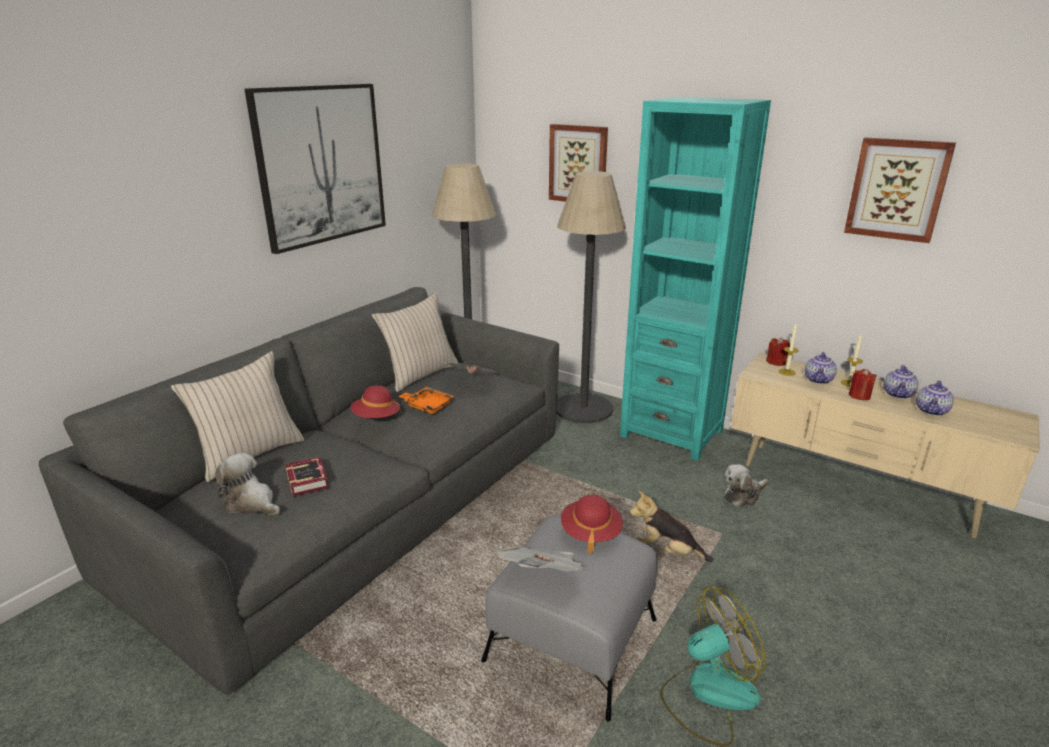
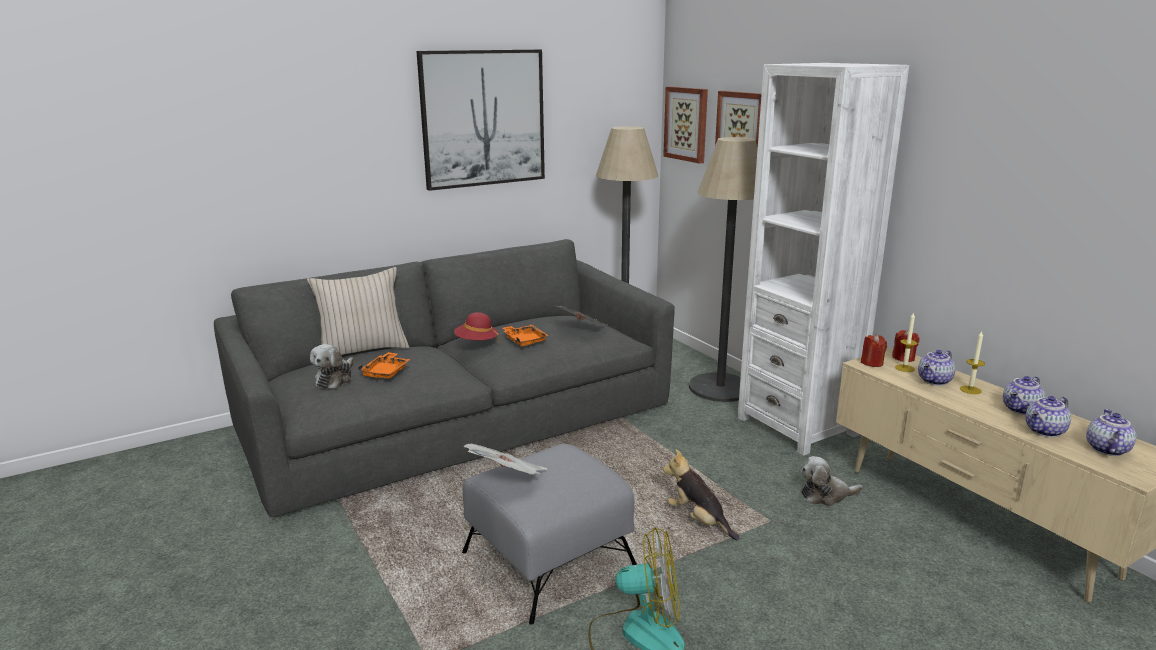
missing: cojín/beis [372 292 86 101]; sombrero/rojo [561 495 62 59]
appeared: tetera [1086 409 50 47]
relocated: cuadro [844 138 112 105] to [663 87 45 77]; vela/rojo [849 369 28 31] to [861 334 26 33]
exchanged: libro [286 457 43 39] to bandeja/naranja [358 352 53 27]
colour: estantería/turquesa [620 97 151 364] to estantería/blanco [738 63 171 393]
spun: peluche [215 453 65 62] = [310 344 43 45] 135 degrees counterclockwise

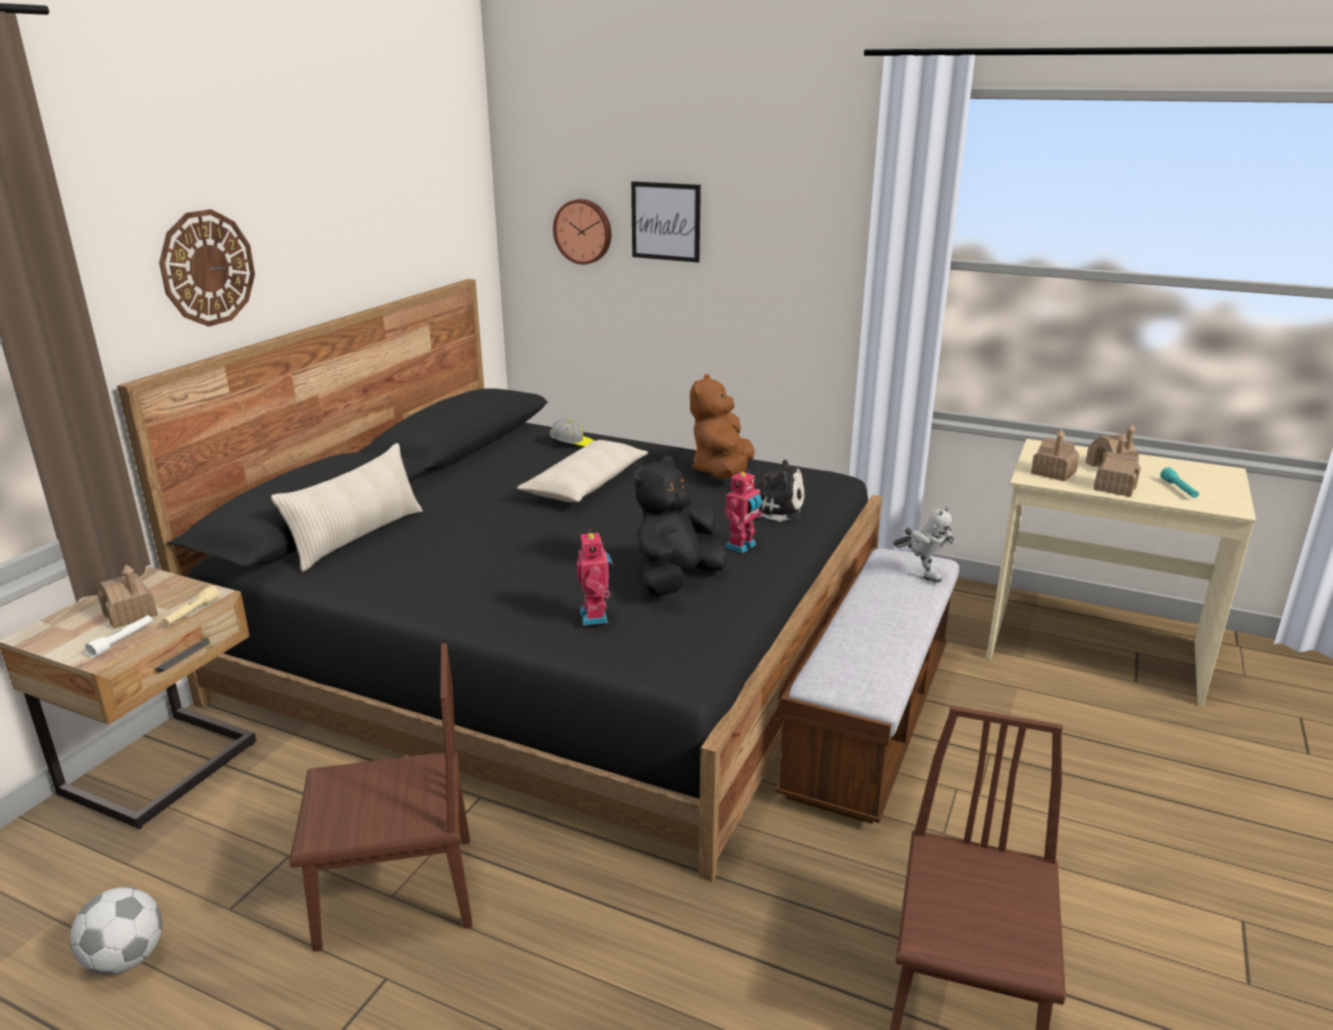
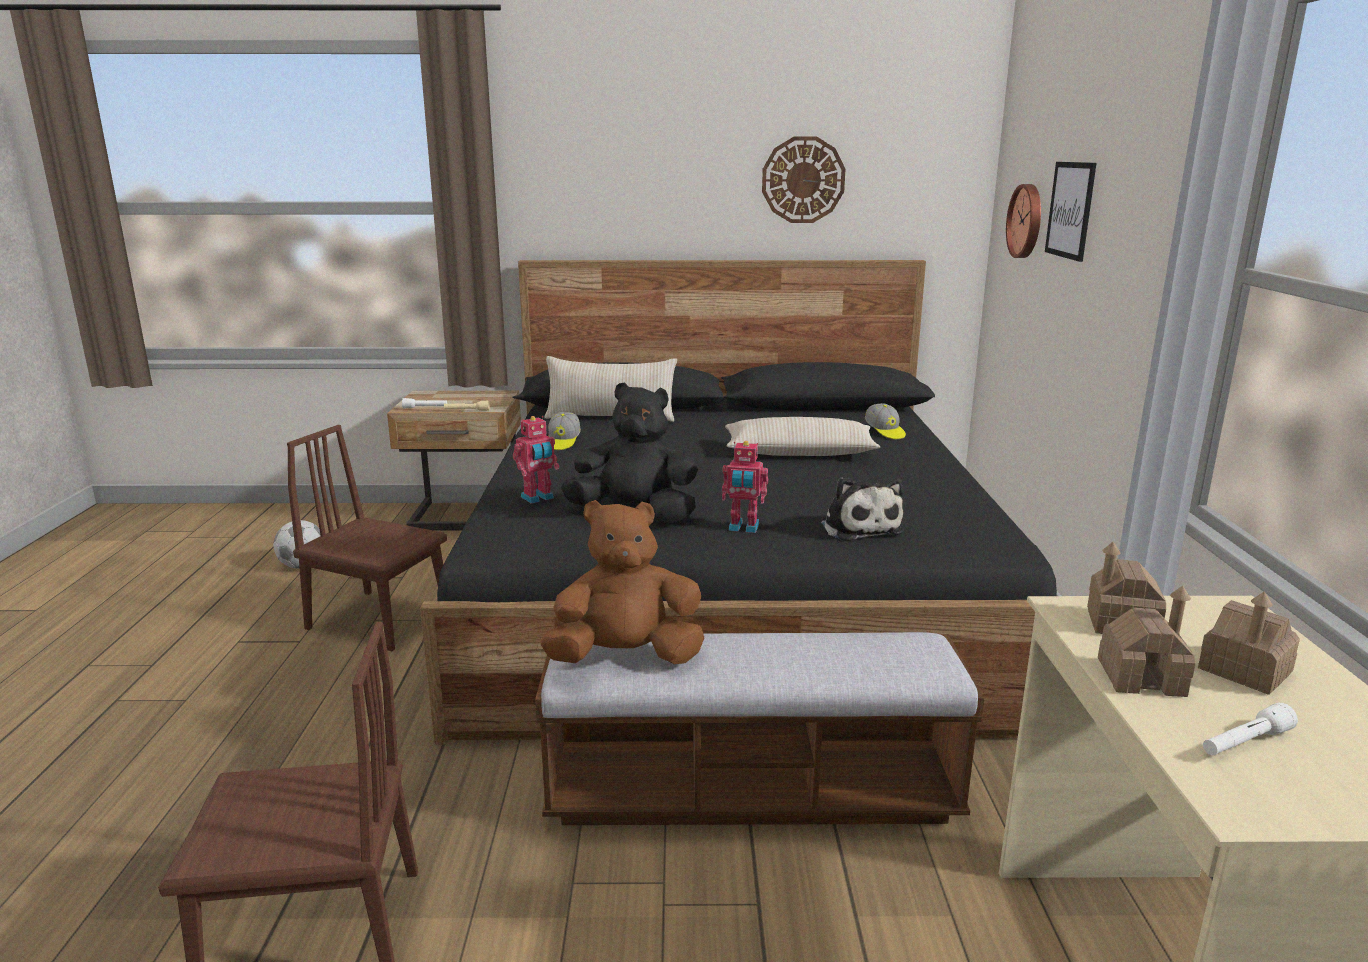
missing: casita [97 565 61 64]; robot de juguete [893 506 63 77]
appeared: gorra [548 412 33 38]
relocated: reloj de pared [159 209 96 118] to [762 136 83 87]; peluche/marrón [690 374 65 105] to [540 500 164 164]
colour: linterna/turquesa [1160 467 39 31] to linterna/blanco [1203 703 95 52]
spun: silla/marrón [289 643 183 309] = [287 425 160 226] 150 degrees clockwise

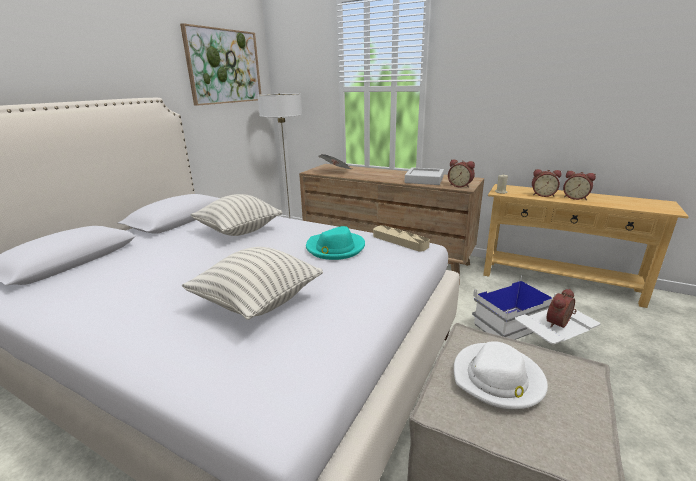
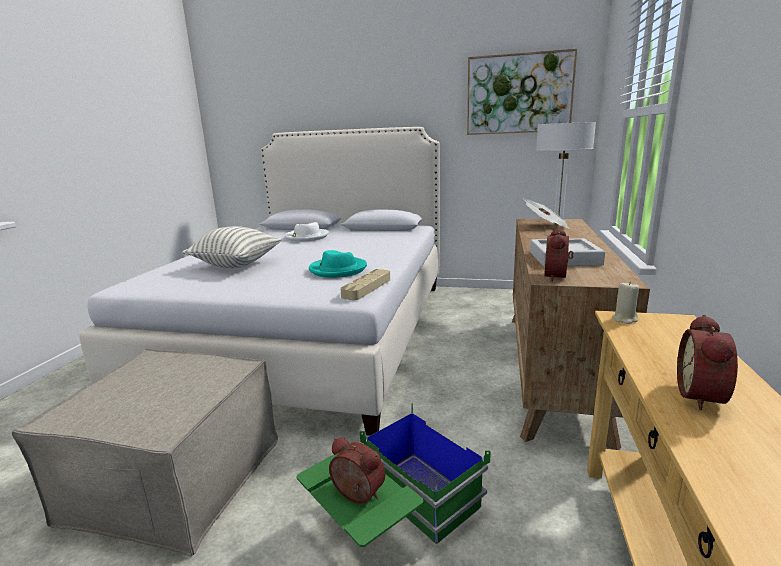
missing: cojín [191 194 91 42]; despertador [532 169 30 28]
relocated: sombrero/blanco [454 341 94 68] to [285 222 44 20]
colour: caja de almacenaje/blanco [472 275 128 69] to caja de almacenaje/verde [297 403 194 144]

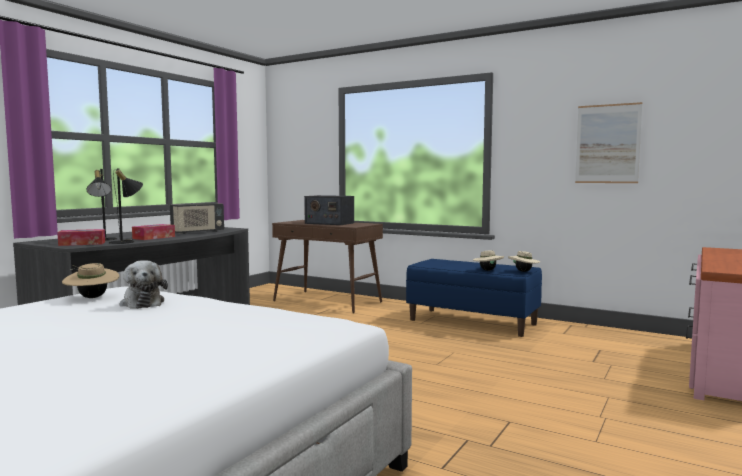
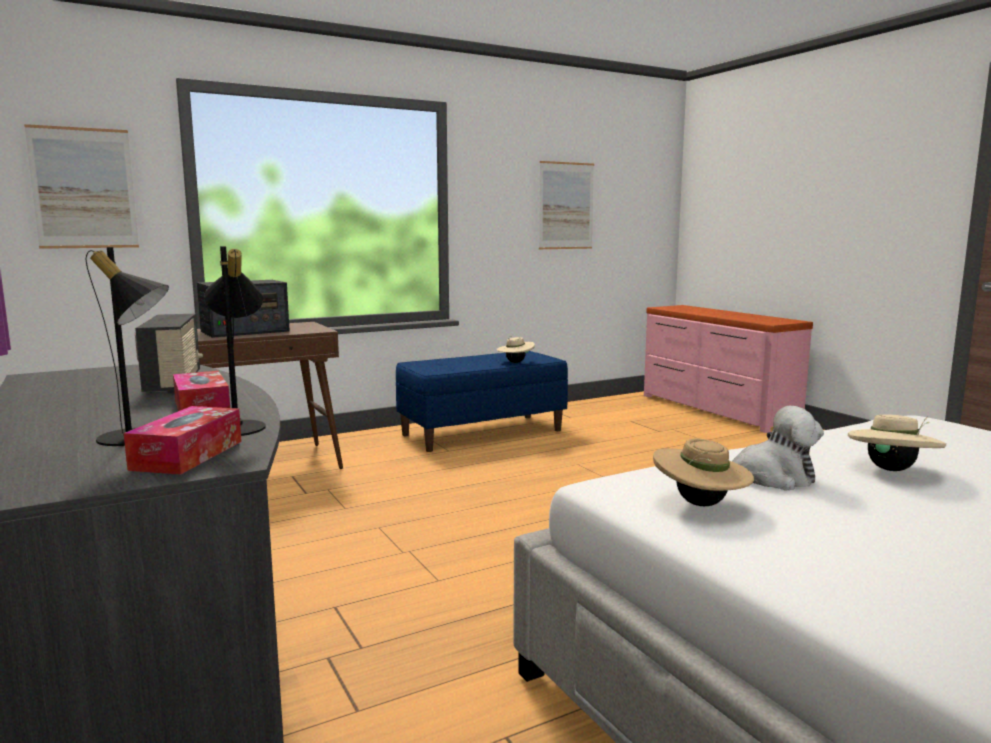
appeared: cuadro [24 124 115 125]
relocated: sombrero/beis [508 251 32 21] to [848 414 98 57]

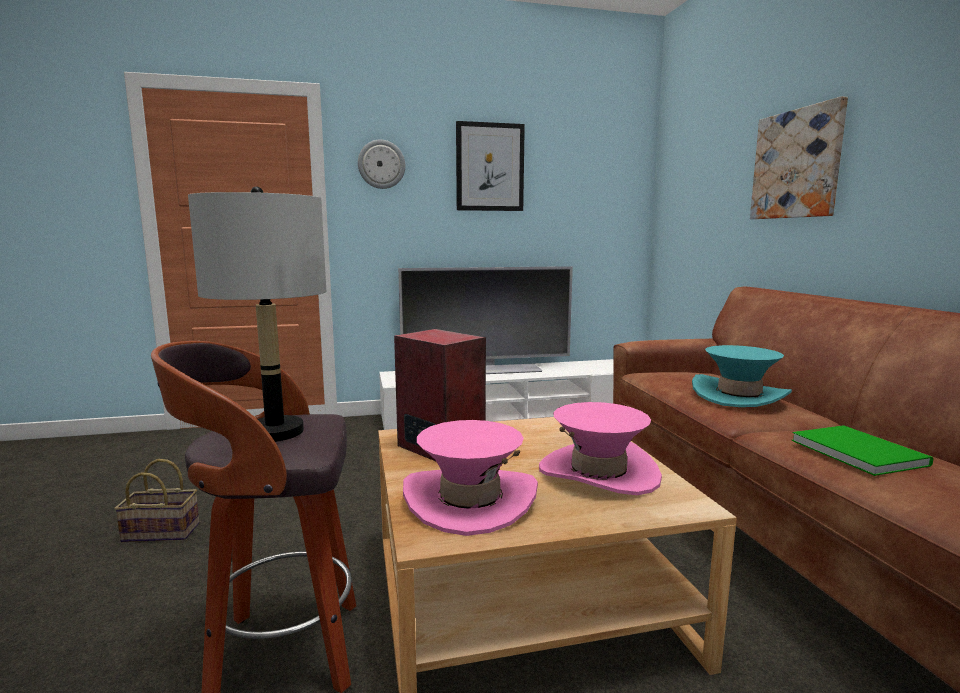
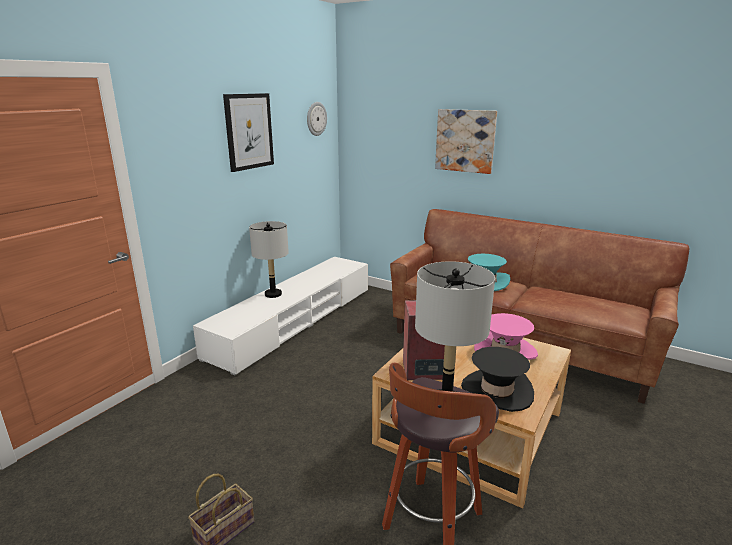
missing: libro/verde [792 425 141 51]
relocated: reloj de pared [358 139 47 50] to [307 102 20 34]
exchanged: televisor [398 266 175 108] to lámpara de mesa/gris [249 221 40 77]
colour: sombrero/rosa [403 420 135 116] to sombrero/negro [461 347 73 65]

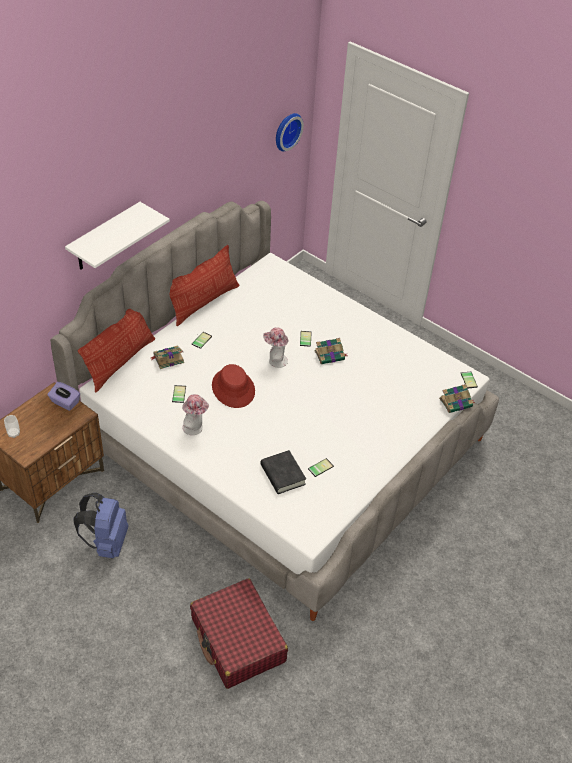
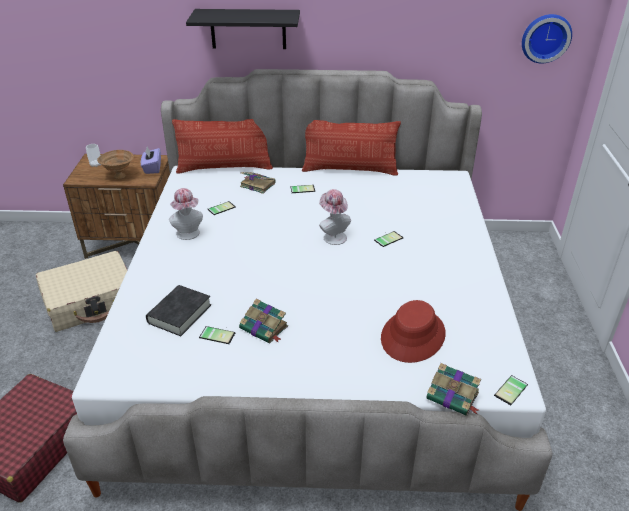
appeared: cuenco/marrón [97 150 37 30]
relocated: sombrero/rojo [212 364 43 44] to [381 300 65 63]; libro [315 338 32 26] to [239 298 49 45]
exchanged: mochila/azul [74 493 54 65] to maleta/beis [36 251 91 81]
colour: estante/blanco [65 202 105 68] to estante/negro [186 9 114 40]

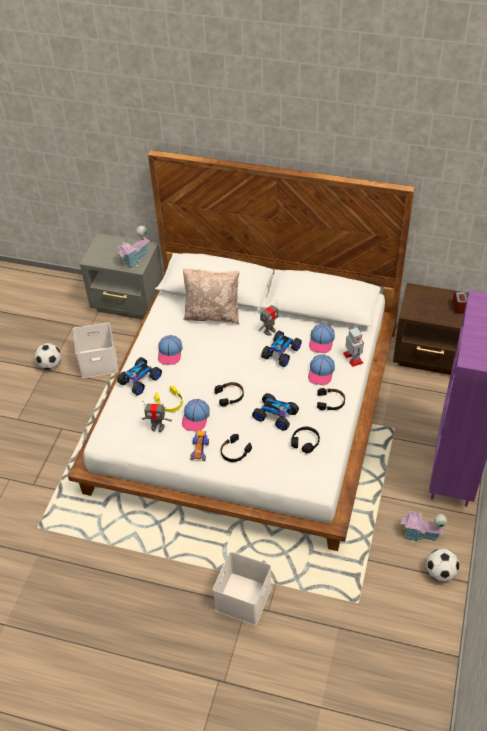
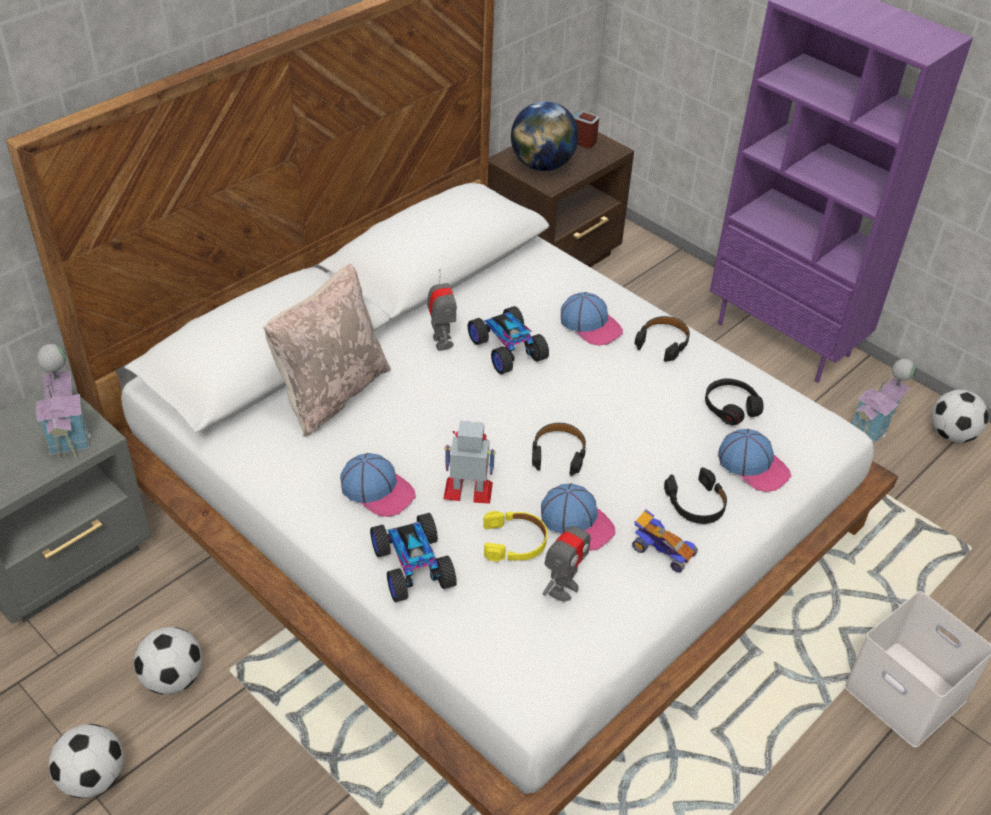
missing: coche de juguete [252 393 47 38]
appeared: globo terráqueo [511 101 68 70]
relocated: gorra [309 324 26 29] to [718 429 73 63]; robot de juguete [343 328 21 39] to [443 421 53 83]
exchanged: caja de almacenaje/blanco [73 322 45 56] to balón de fútbol [134 627 68 68]

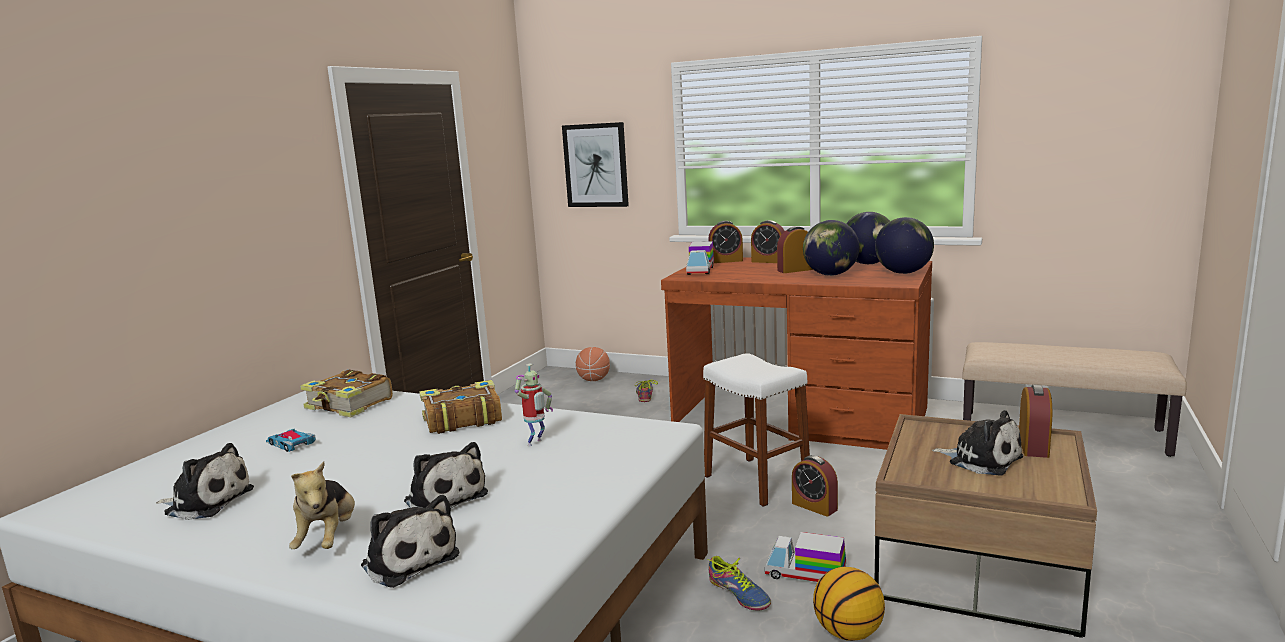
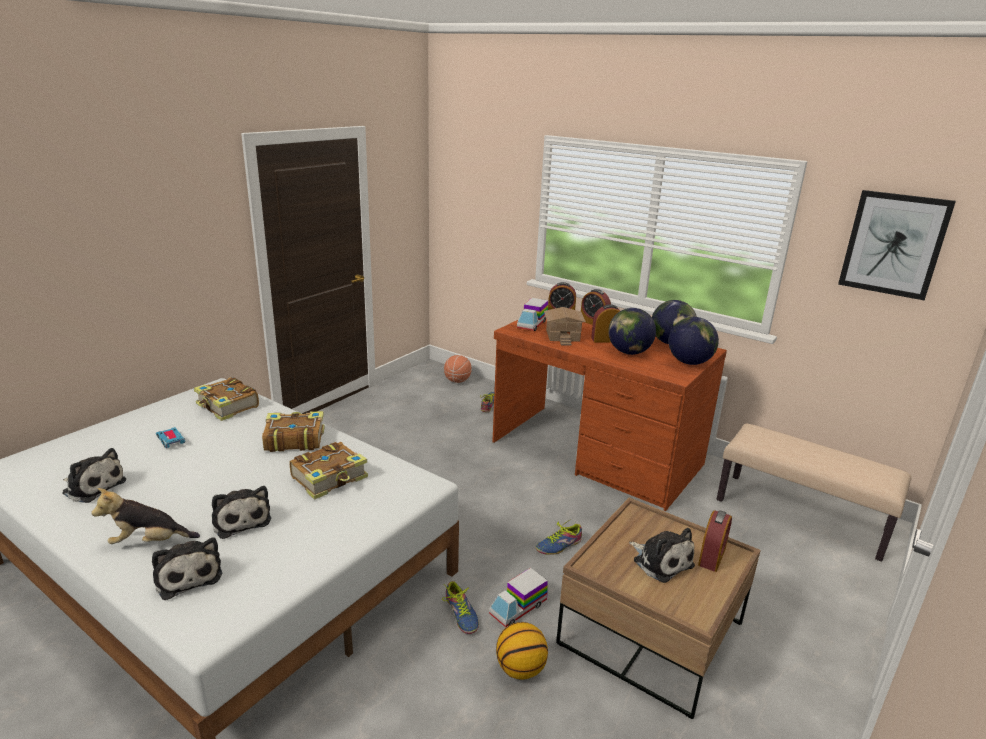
missing: taburete/blanco [703 353 107 154]
appeared: casita [544 307 42 39]
relocated: cuadro [562 122 67 85] to [838 190 118 110]
exchanged: robot de juguete [515 363 38 83] to libro [290 442 78 58]; despertador [792 455 46 62] to zapato [536 518 46 37]
spun: peluche [289 461 66 88] = [91 488 109 56] 75 degrees clockwise; camión de juguete [765 532 81 50] = [489 568 59 59] 75 degrees counterclockwise

